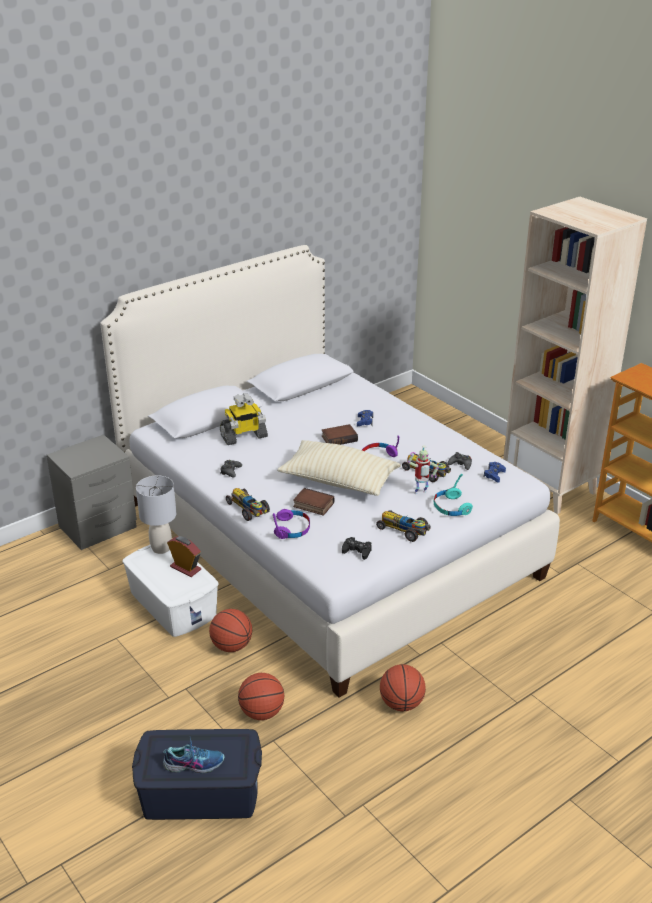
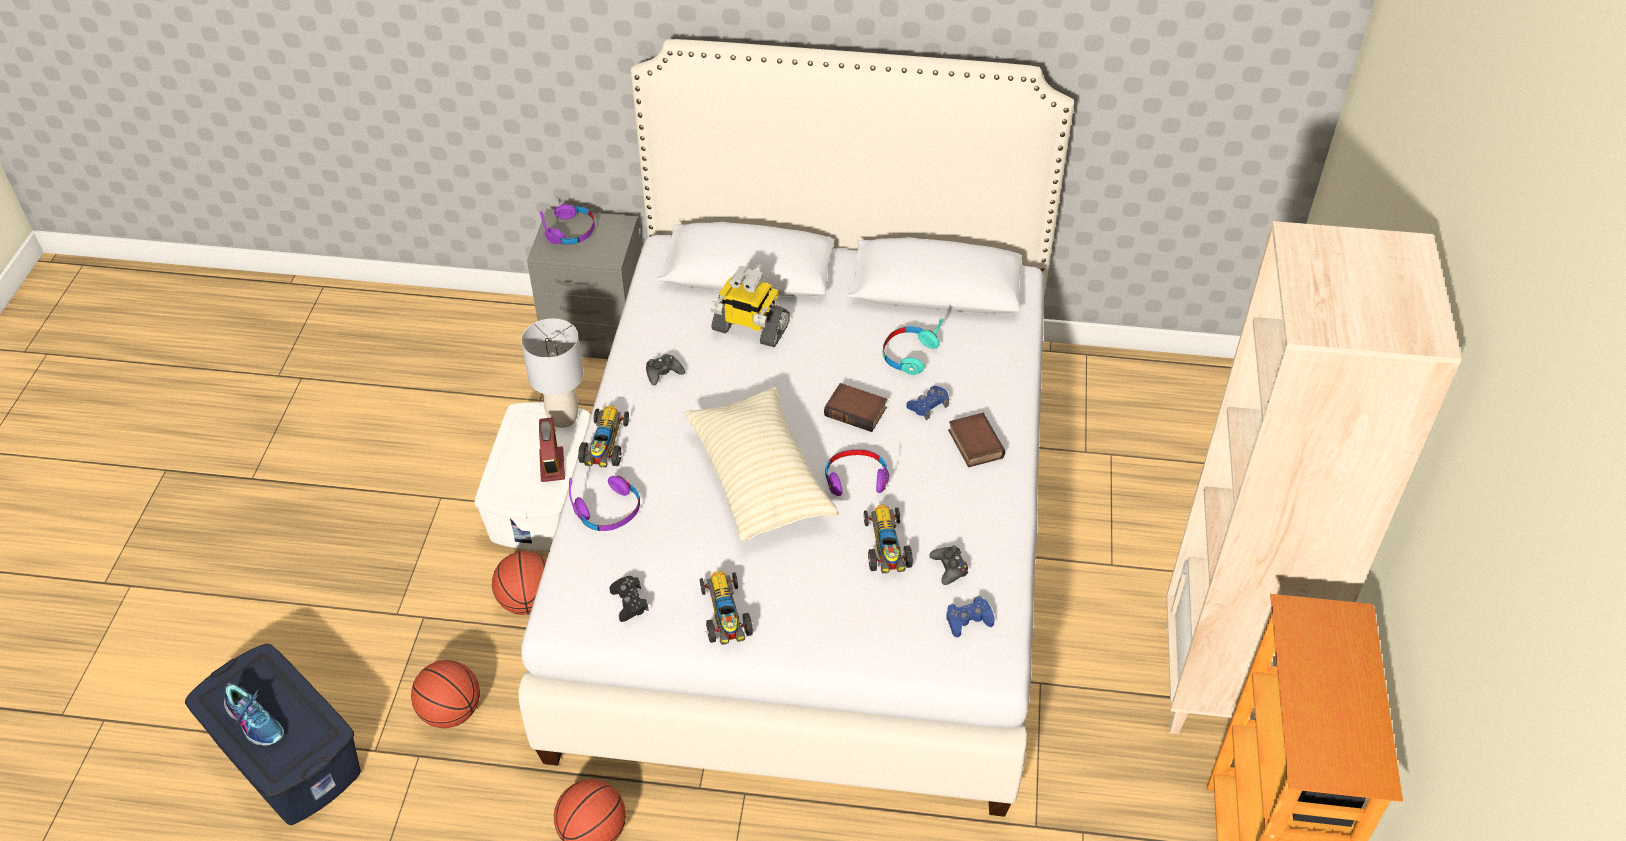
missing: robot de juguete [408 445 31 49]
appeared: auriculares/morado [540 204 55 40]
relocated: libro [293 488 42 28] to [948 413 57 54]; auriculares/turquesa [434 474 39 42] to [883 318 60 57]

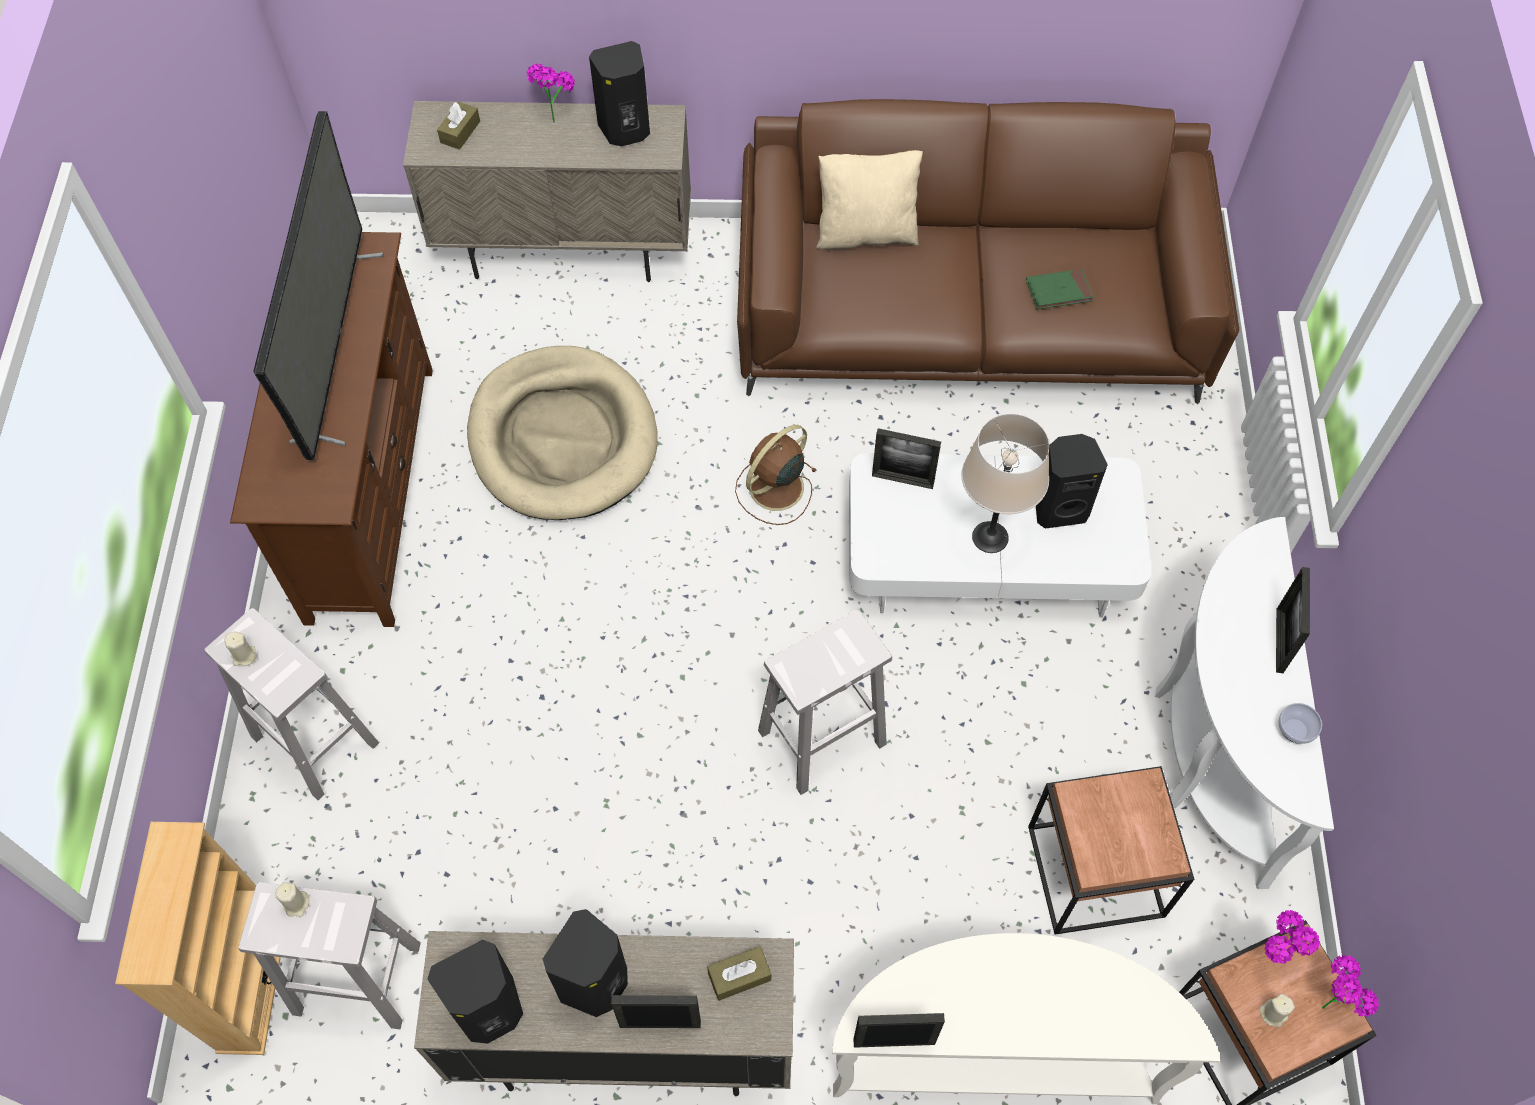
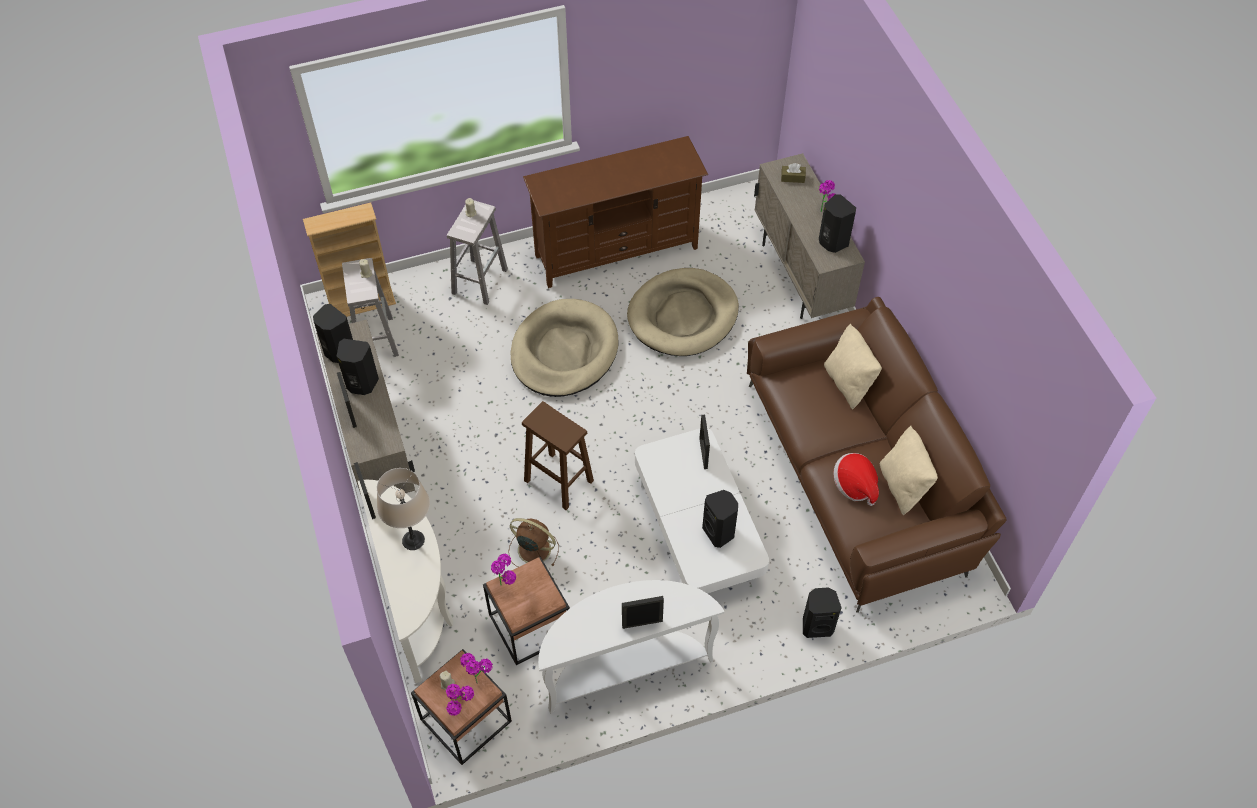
missing: televisor [254 111 130 349]; caja de pañuelos/marrón [707 946 64 55]; cuenco [1278 703 44 41]
appeared: planta en maceta [491 554 25 31]; cama para perro/beis [510 299 109 98]; altavoz/negro [803 587 39 51]; cojín/beis [880 426 58 90]
relocated: ventilador/marrón [735 425 82 100] to [508 518 51 49]; lámpara de mesa/beis [961 414 88 139] to [377 468 53 82]
exchanged: libro/verde [1026 269 68 40] to sombrero [833 453 46 53]
colour: taburete/blanco [758 609 134 186] to taburete/marrón [522 401 72 109]

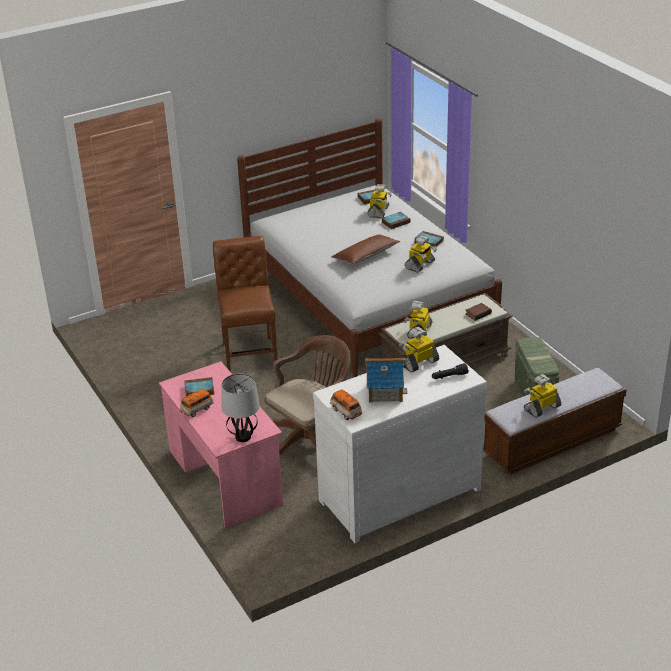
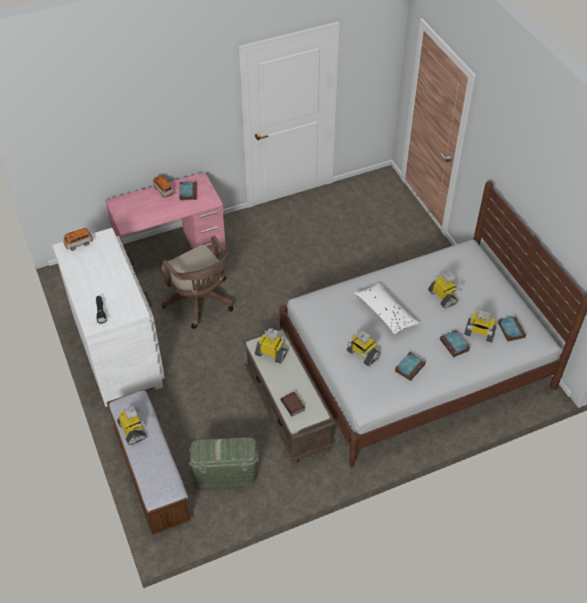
missing: silla/marrón [213 236 65 136]; lámpara de mesa [221 374 39 68]; casita [365 358 42 45]
relocated: robot de juguete [399 327 40 46] to [428 271 34 37]
colour: cojín/marrón [331 234 69 30] to cojín/blanco [354 283 65 52]

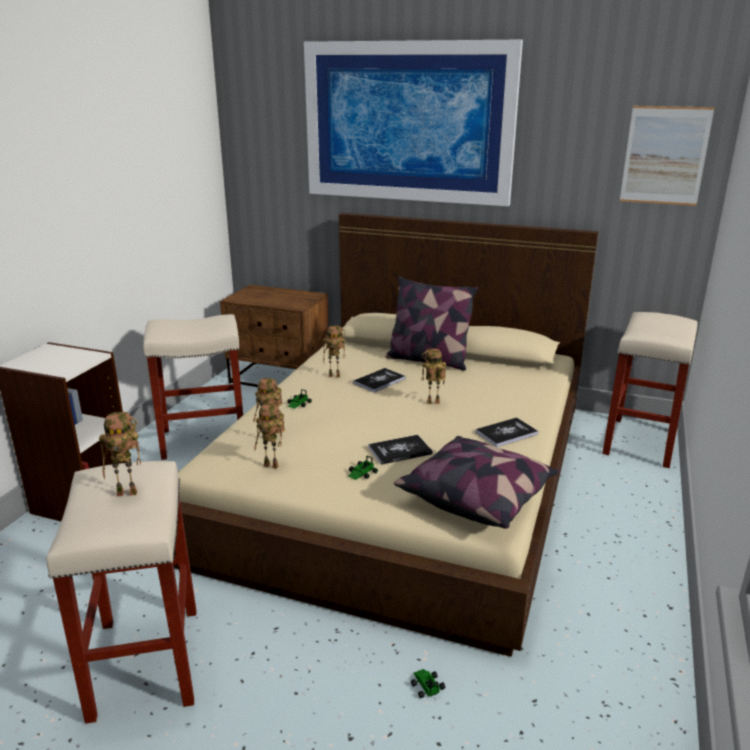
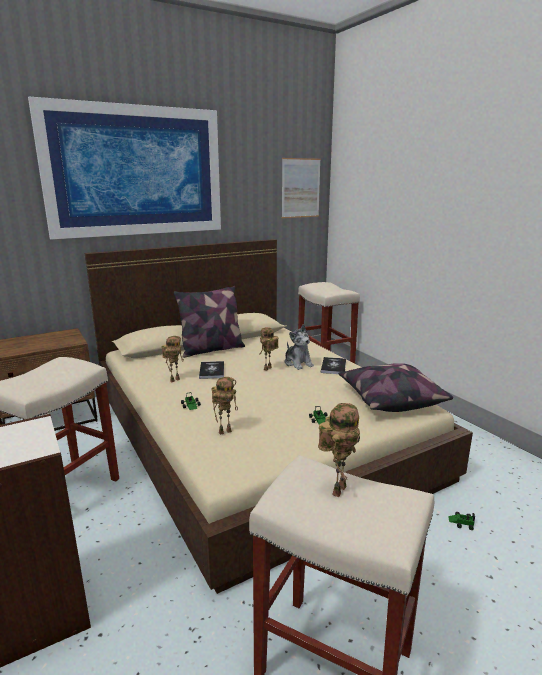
missing: robot de juguete [254 403 31 66]; libro [368 435 64 30]
appeared: peluche [285 324 29 46]

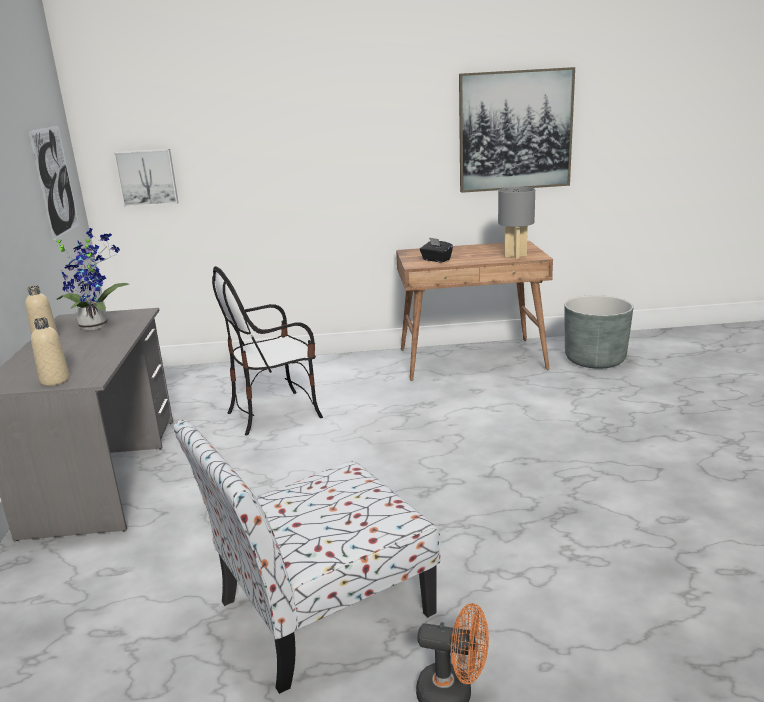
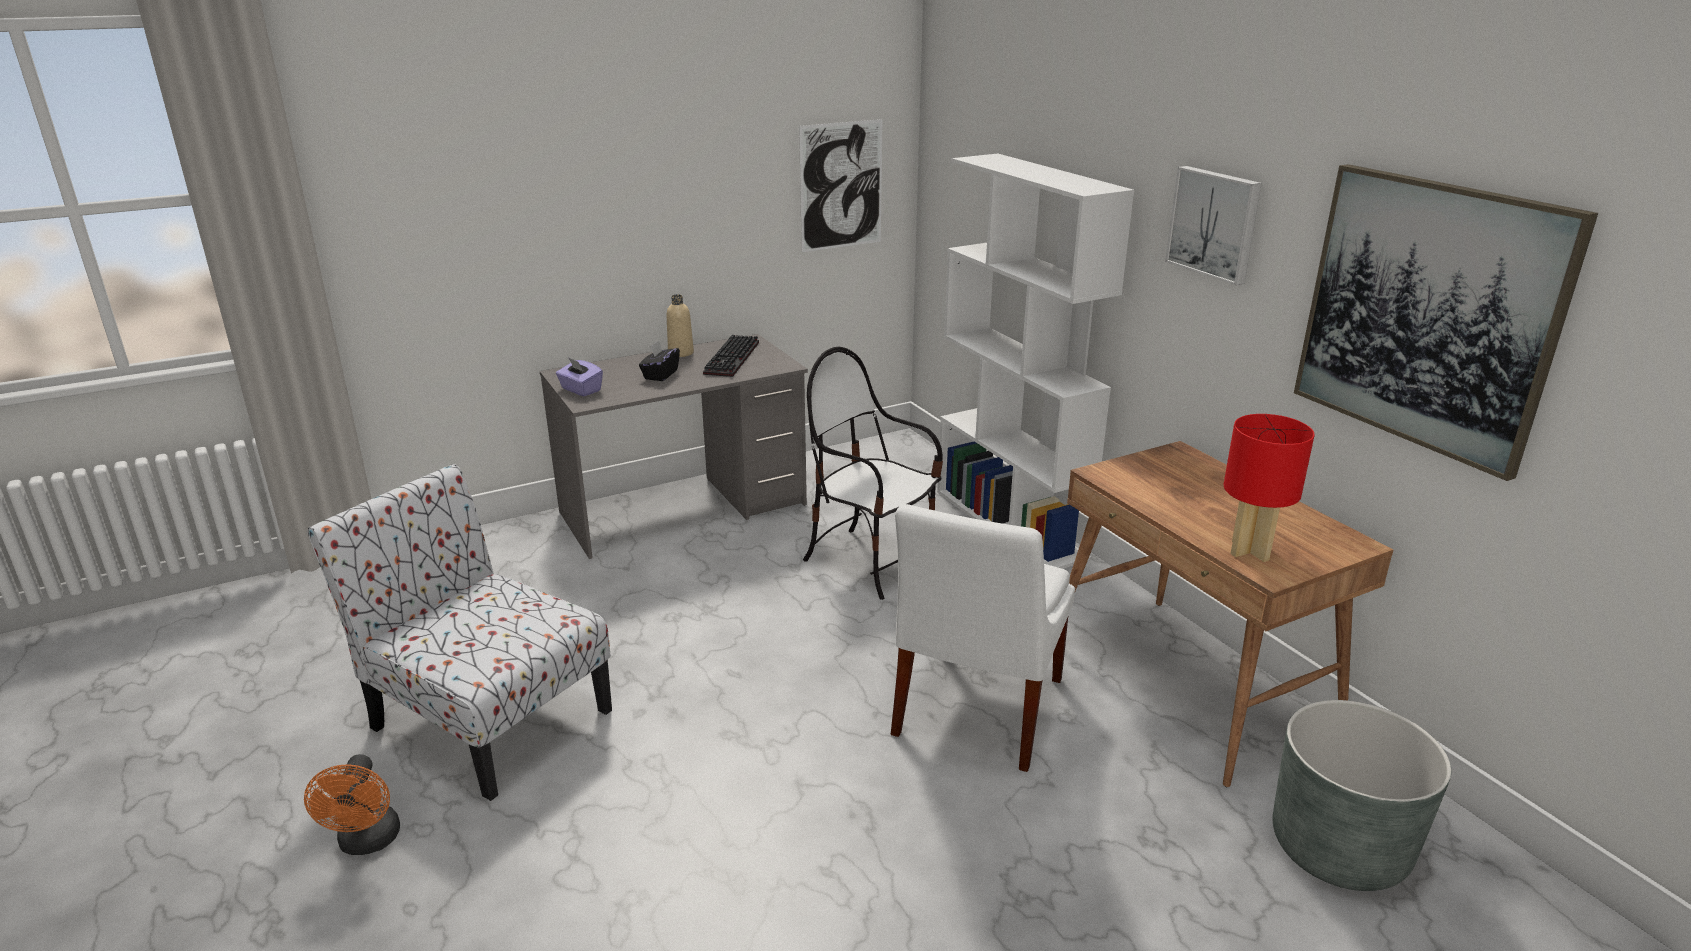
appeared: silla/blanco [891 504 184 268]; estantería/blanco [937 154 197 415]
relocated: cuadro [114 149 65 58] to [1165 166 97 119]; caja de pañuelos/negro [420 237 33 25] to [639 341 41 40]
exchanged: botella/beis [31 318 39 68] to caja de pañuelos/morado [556 357 47 39]; planta en maceta [54 228 75 102] to teclado [703 335 56 42]
colour: lámpara de mesa/gris [498 187 37 72] to lámpara de mesa/rojo [1224 414 91 148]

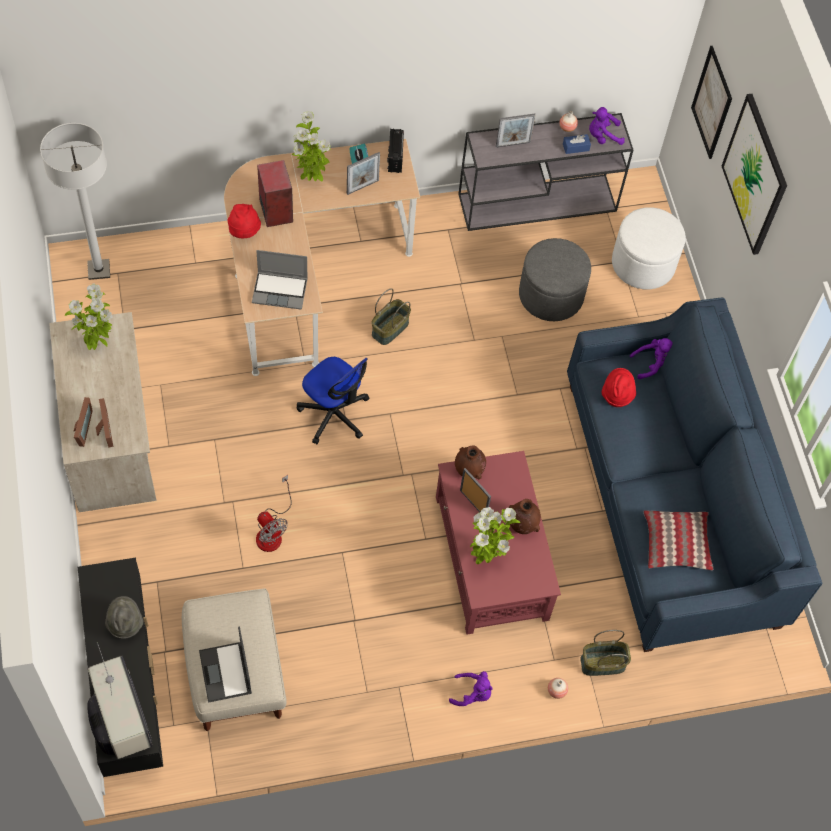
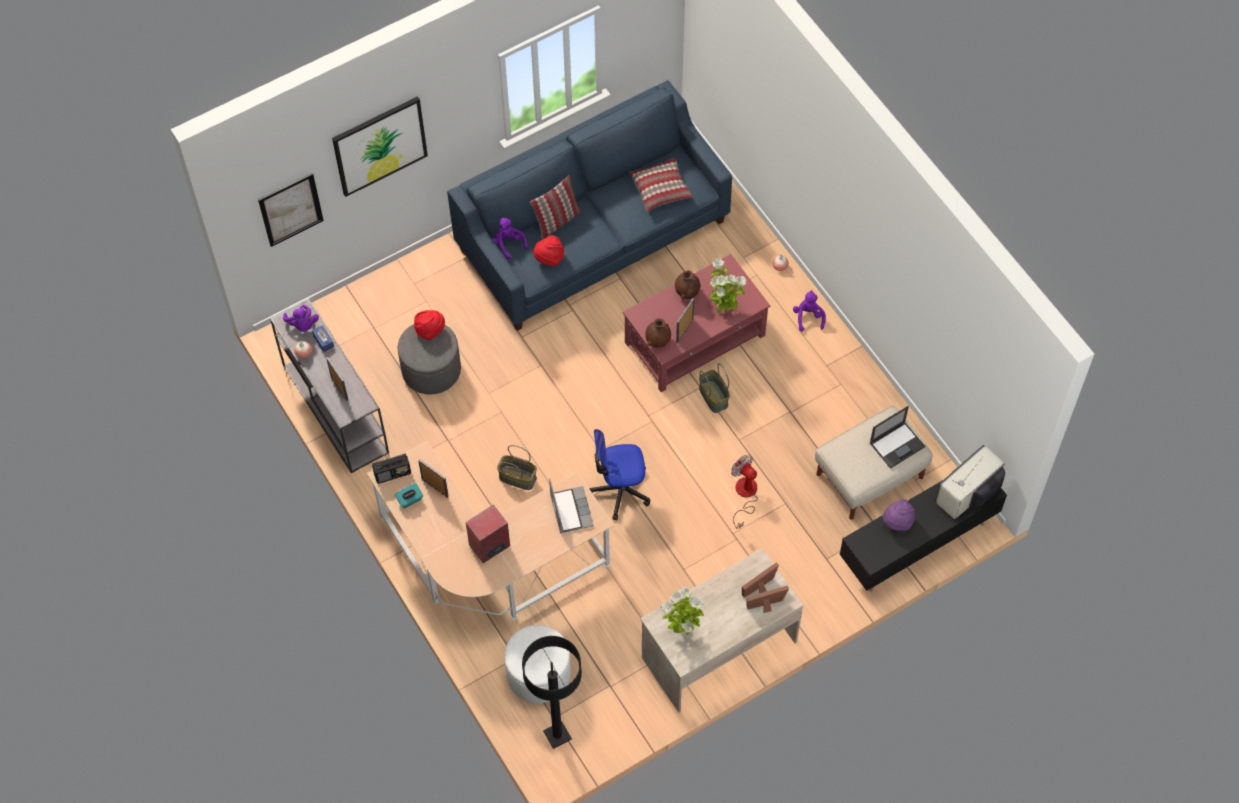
missing: planta en maceta [292 111 39 71]
appeared: cojín [530 175 52 64]
relocated: sombrero/rojo [227 204 34 34] to [414 310 31 30]; cesta [580 630 51 46] to [699 363 31 50]; puf/blanco [612 207 74 82] to [504 625 67 78]
colour: lámpara de pie/blanco [40 123 70 157] to lámpara de pie/negro [522 636 60 113]; sombrero/gris [105 596 38 43] to sombrero/morado [882 499 33 32]
spun: ventilador [256 475 36 77] = [731 455 27 74] 75 degrees counterclockwise; silla de oficina [297 357 72 87] = [590 429 60 91] 120 degrees counterclockwise

